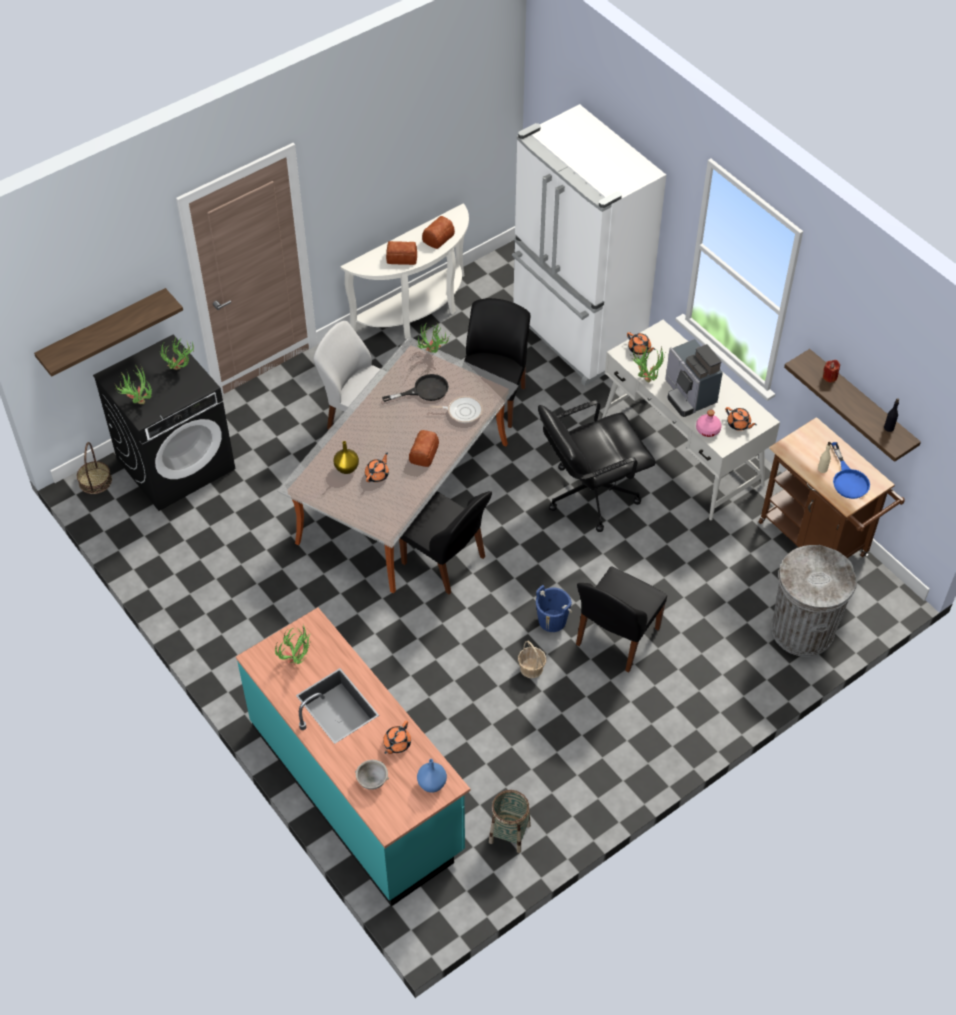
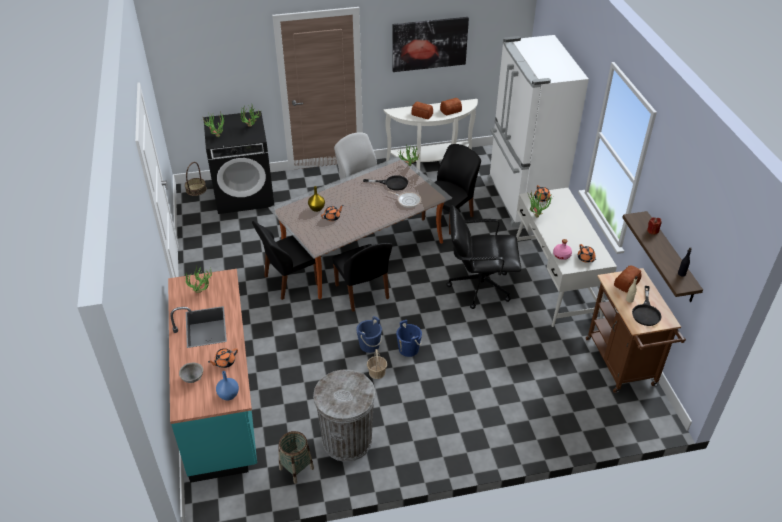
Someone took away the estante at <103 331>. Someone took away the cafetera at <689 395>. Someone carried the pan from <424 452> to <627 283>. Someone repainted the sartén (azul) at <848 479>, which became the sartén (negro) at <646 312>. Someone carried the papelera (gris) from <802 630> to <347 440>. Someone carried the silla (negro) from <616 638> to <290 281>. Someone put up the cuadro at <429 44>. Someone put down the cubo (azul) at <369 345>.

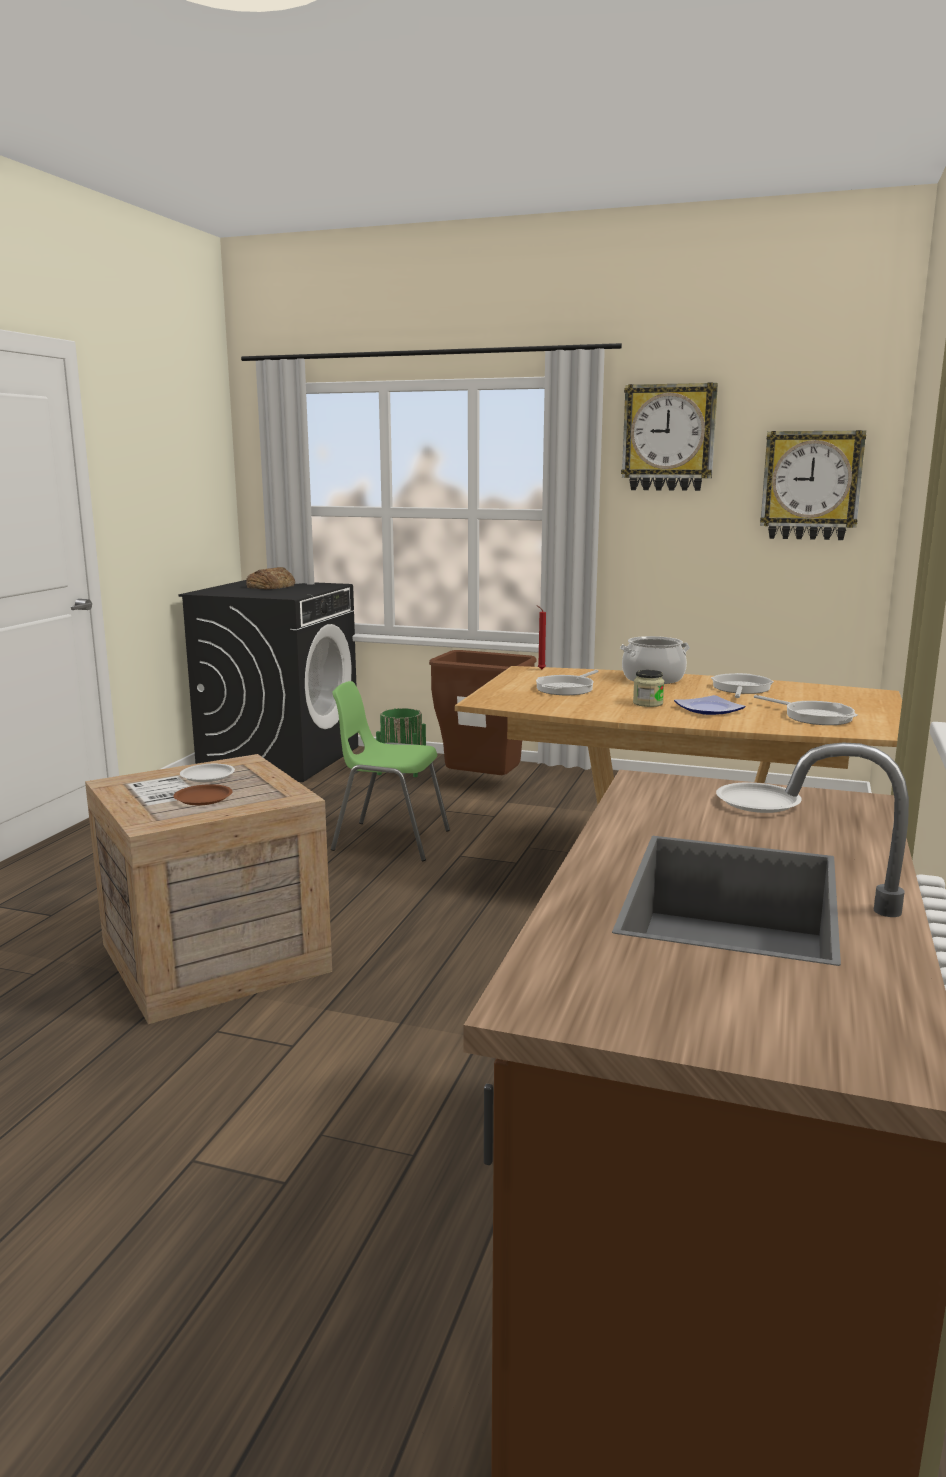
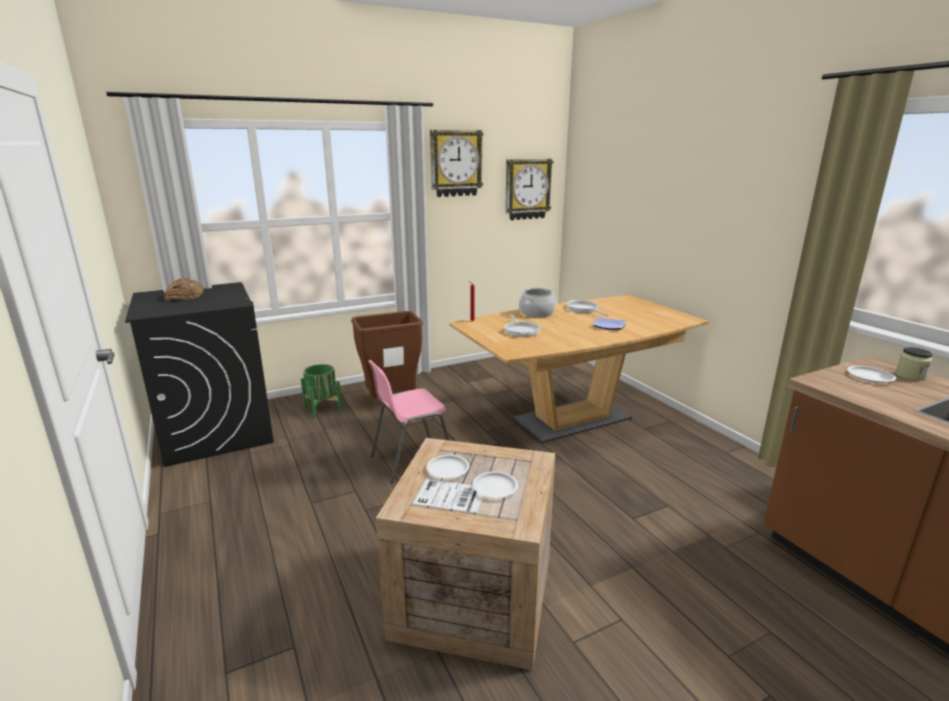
Someone carried the tarro from <648 703> to <910 375>. Someone repainted the silla (verde) at <390 840>, which became the silla (rosa) at <411 460>. Someone took away the sartén at <814 716>. Someone repainted the plato (marrón) at <204 798>, which became the plato (blanco) at <495 487>.

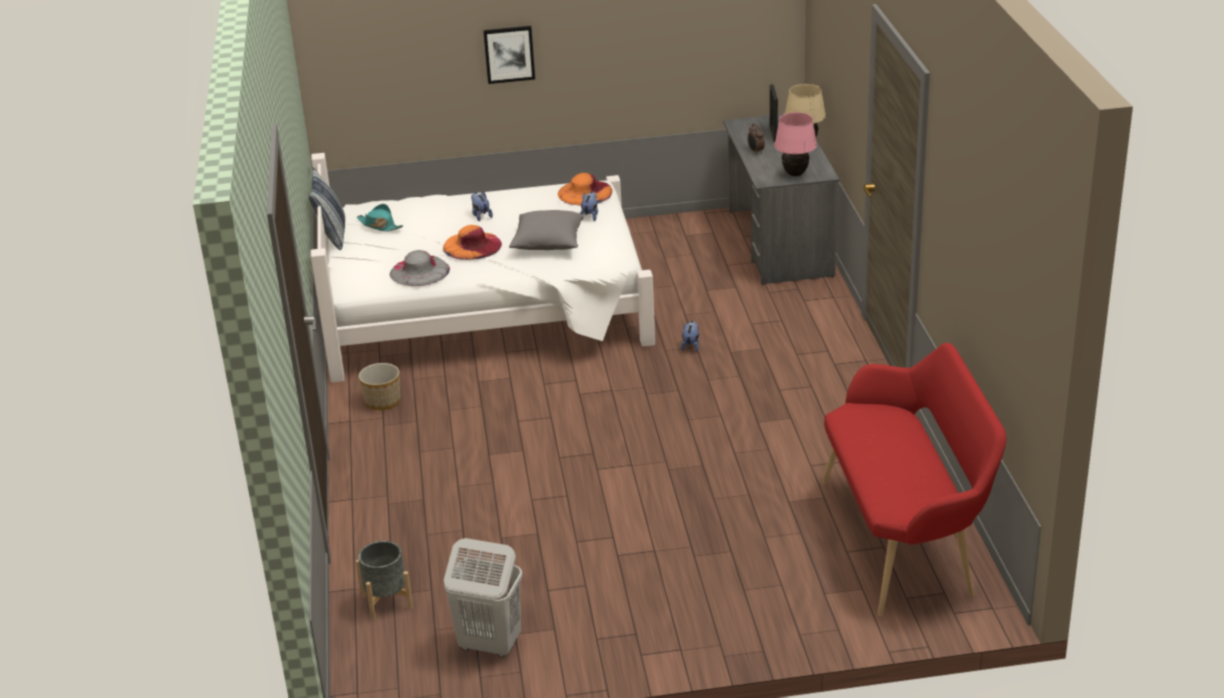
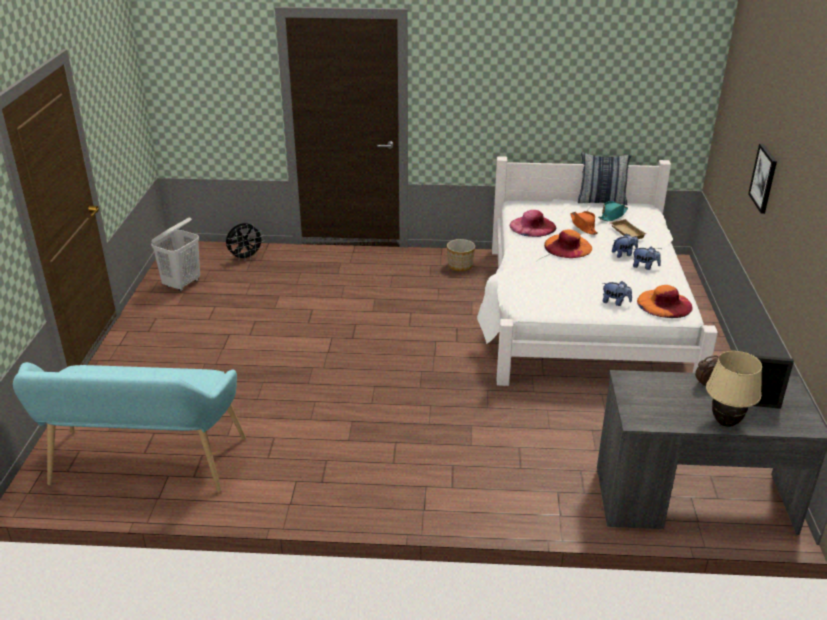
Someone took away the lámpara de mesa (rosa) at <795 174>. Someone took away the cojín (gris) at <548 244>. Someone repainted the sombrero (gris) at <419 271>, which became the sombrero (rosa) at <532 226>. Someone carried the peluche from <691 346> to <644 267>. Someone repainted the banco (rojo) at <905 539>, which became the banco (turquesa) at <143 467>. Someone swapped the maceta (gris) at <387 602> for the ventilador (negro) at <245 258>. Someone put down the sombrero (naranja) at <583 226>. Someone put down the bandeja (beis) at <625 232>.

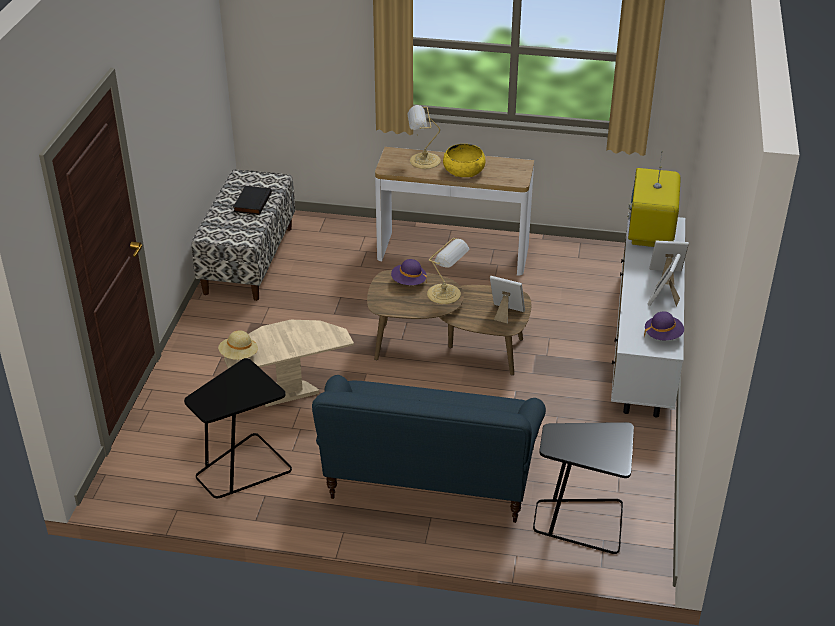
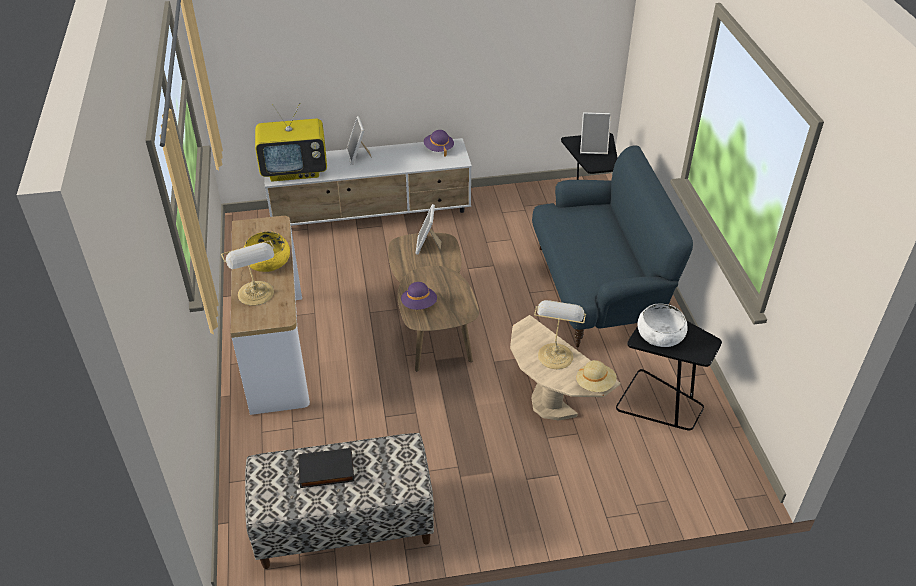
Someone carried the lámpara de mesa from <445 294> to <555 354>. Someone carried the portarretratos from <663 299> to <593 148>. Someone put down the cuenco (blanco) at <660 335>.

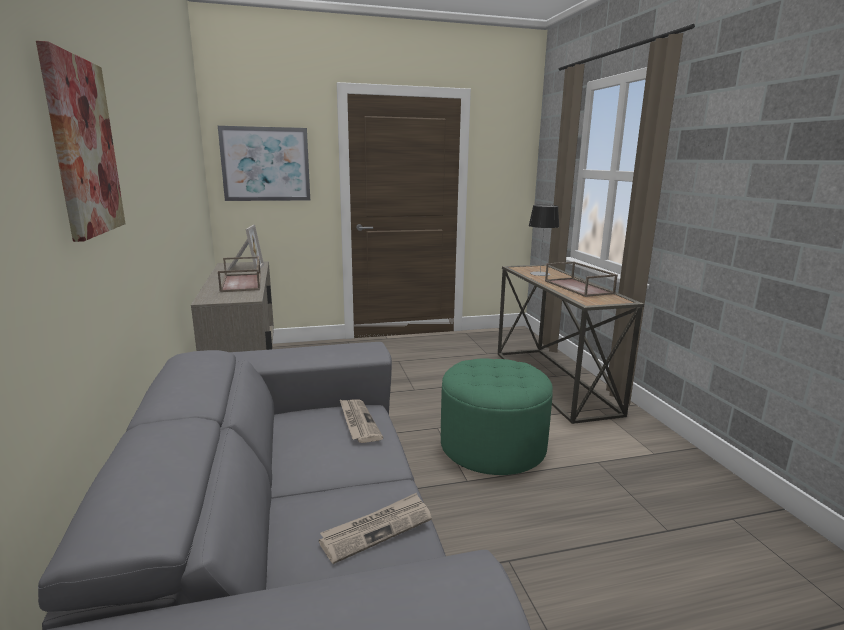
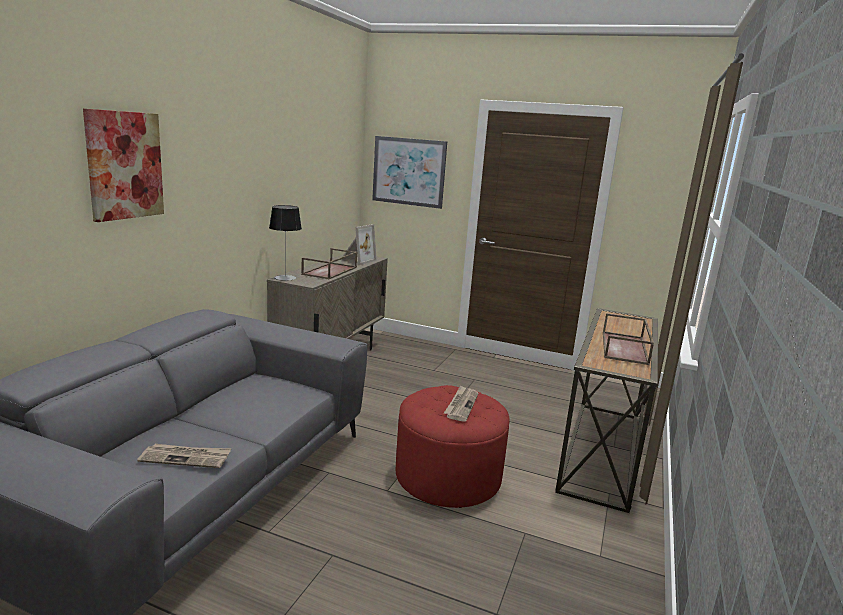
Someone carried the lámpara de mesa from <540 274> to <285 278>. Someone repainted the puf (verde) at <492 446>, which became the puf (rojo) at <448 476>. Someone carried the periódico from <358 422> to <461 405>.

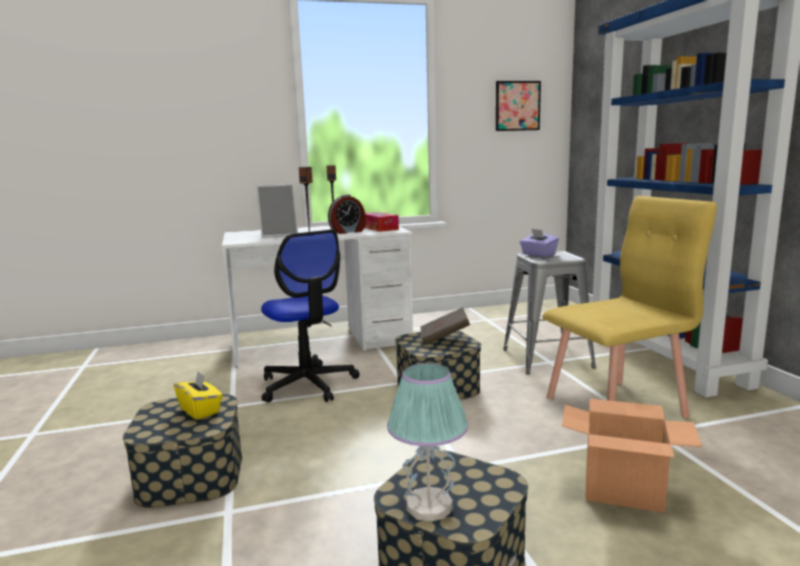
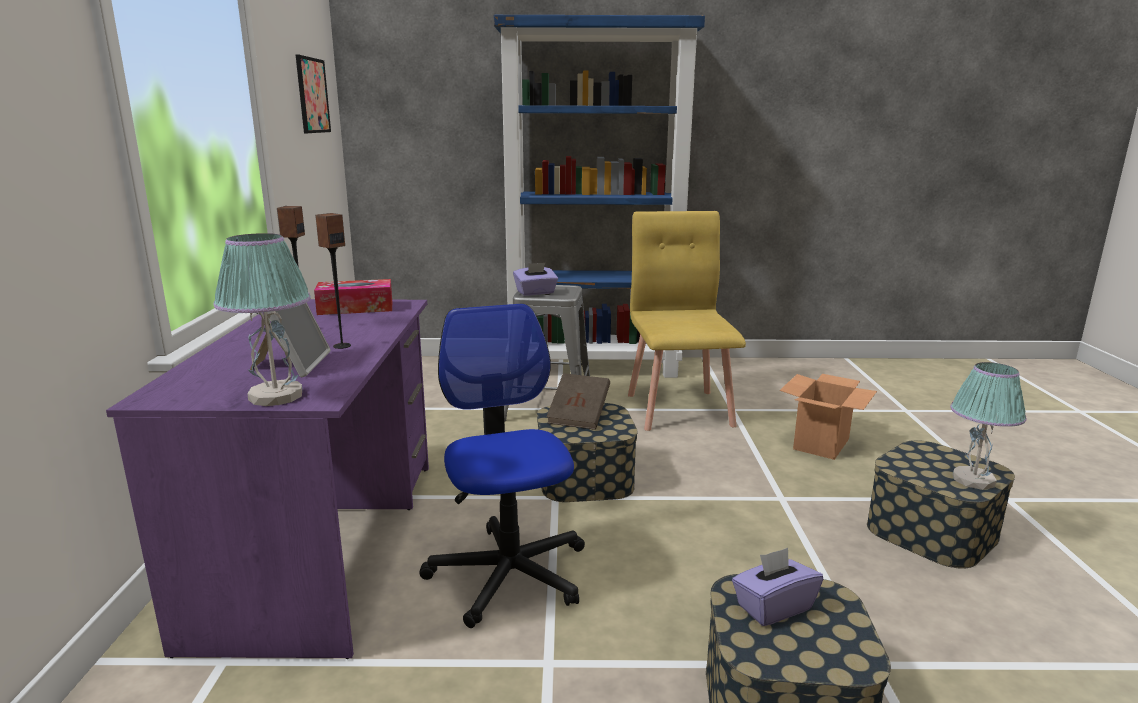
Someone took away the despertador at <348 232>. Someone repainted the escritorio (blanco) at <322 343>, which became the escritorio (morado) at <326 544>. Someone rotated the silla de oficina at <308 384> by 90 degrees counterclockwise. Someone repainted the caja de pañuelos (amarillo) at <200 410>, which became the caja de pañuelos (morado) at <773 607>. Someone put down the lámpara de mesa at <275 396>.

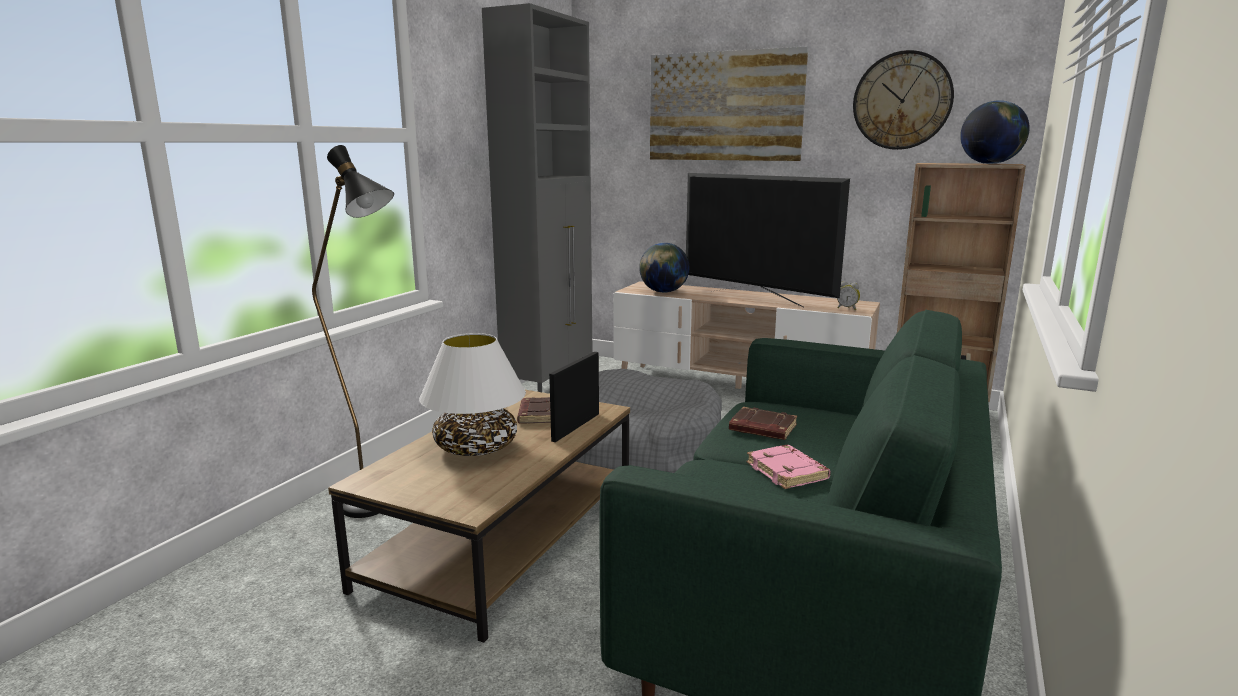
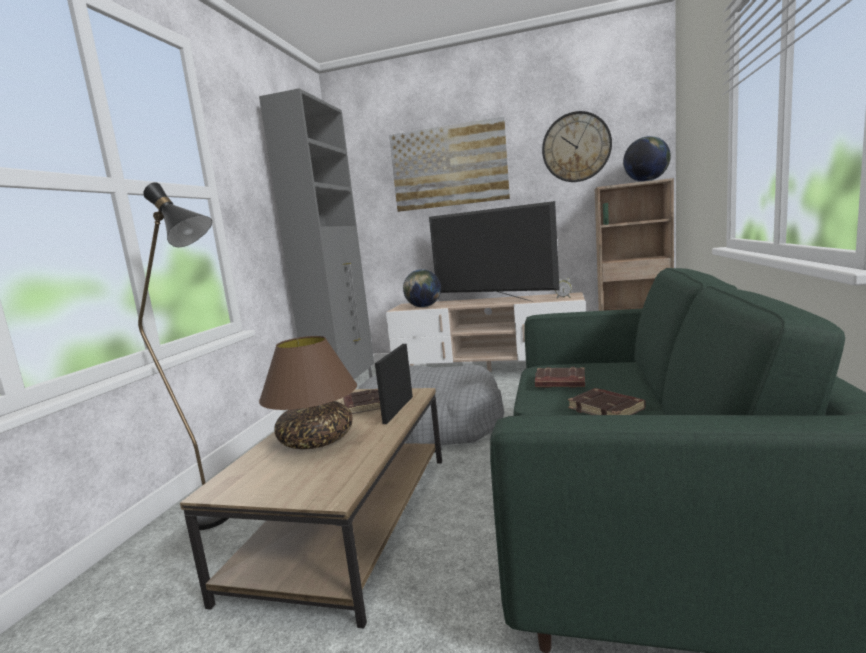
Someone repainted the lámpara de mesa (blanco) at <475 447>, which became the lámpara de mesa (marrón) at <316 440>. Someone repainted the libro (rosa) at <788 472>, which became the libro (marrón) at <607 409>.

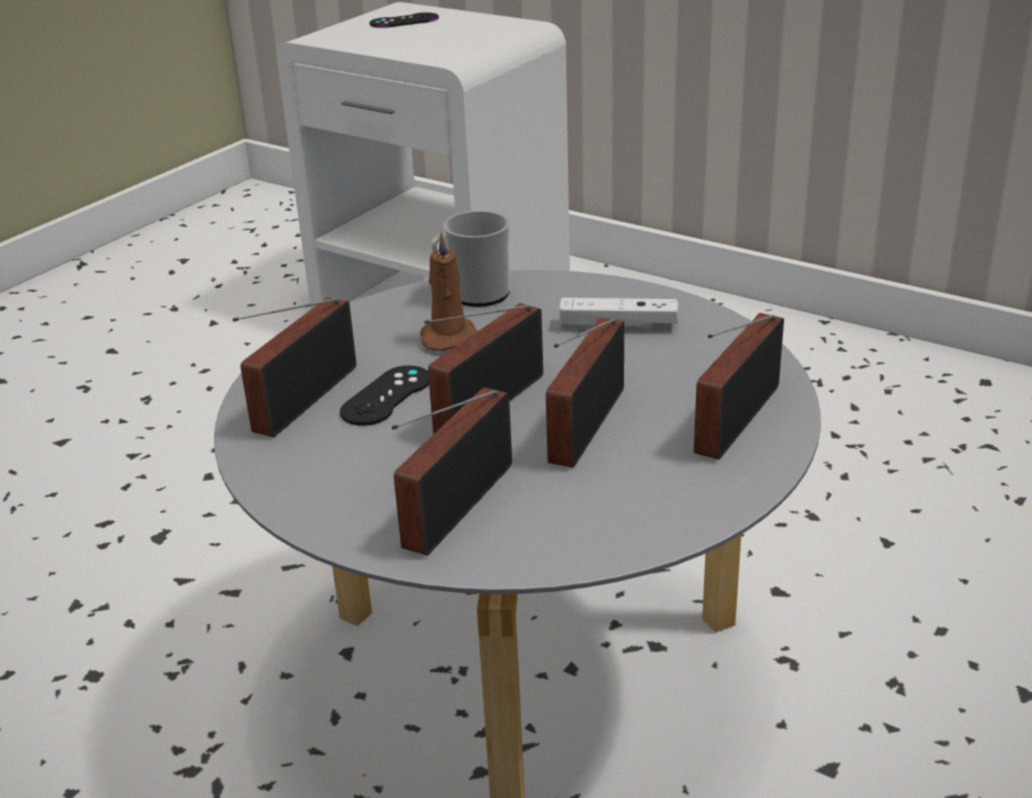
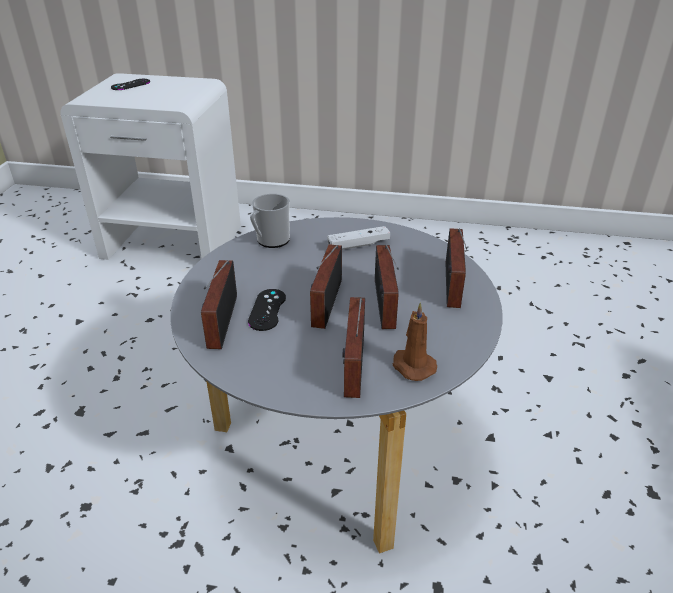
Someone carried the vela (marrón) from <448 337> to <412 365>.

